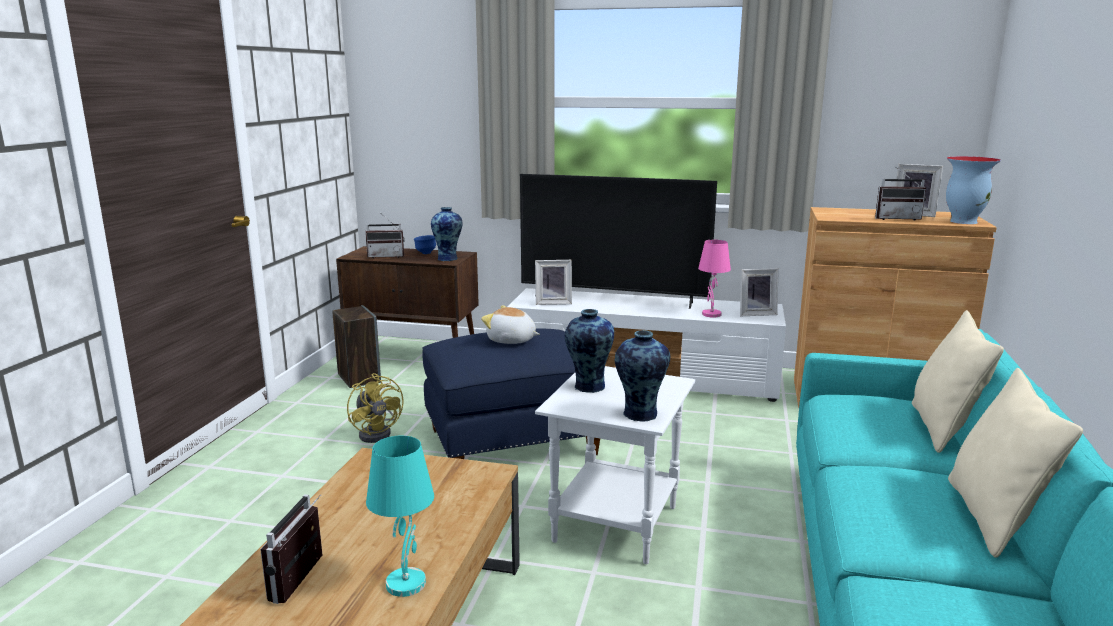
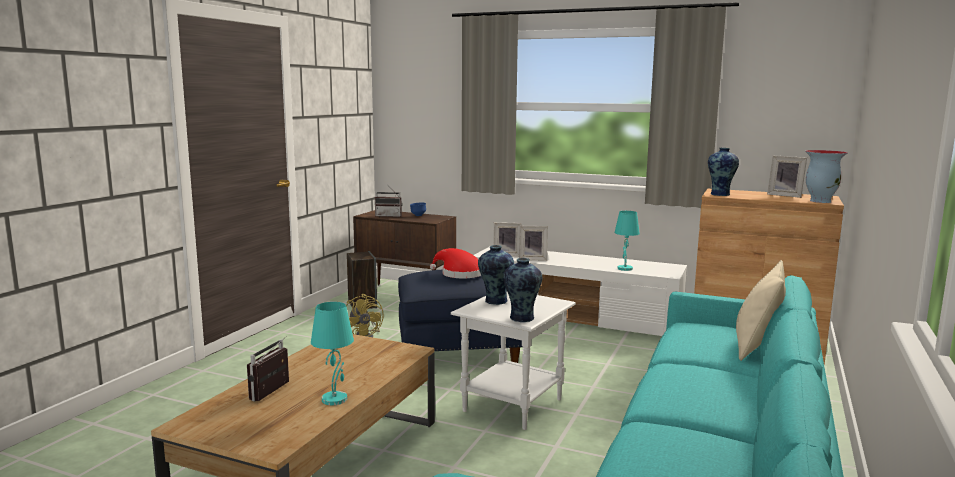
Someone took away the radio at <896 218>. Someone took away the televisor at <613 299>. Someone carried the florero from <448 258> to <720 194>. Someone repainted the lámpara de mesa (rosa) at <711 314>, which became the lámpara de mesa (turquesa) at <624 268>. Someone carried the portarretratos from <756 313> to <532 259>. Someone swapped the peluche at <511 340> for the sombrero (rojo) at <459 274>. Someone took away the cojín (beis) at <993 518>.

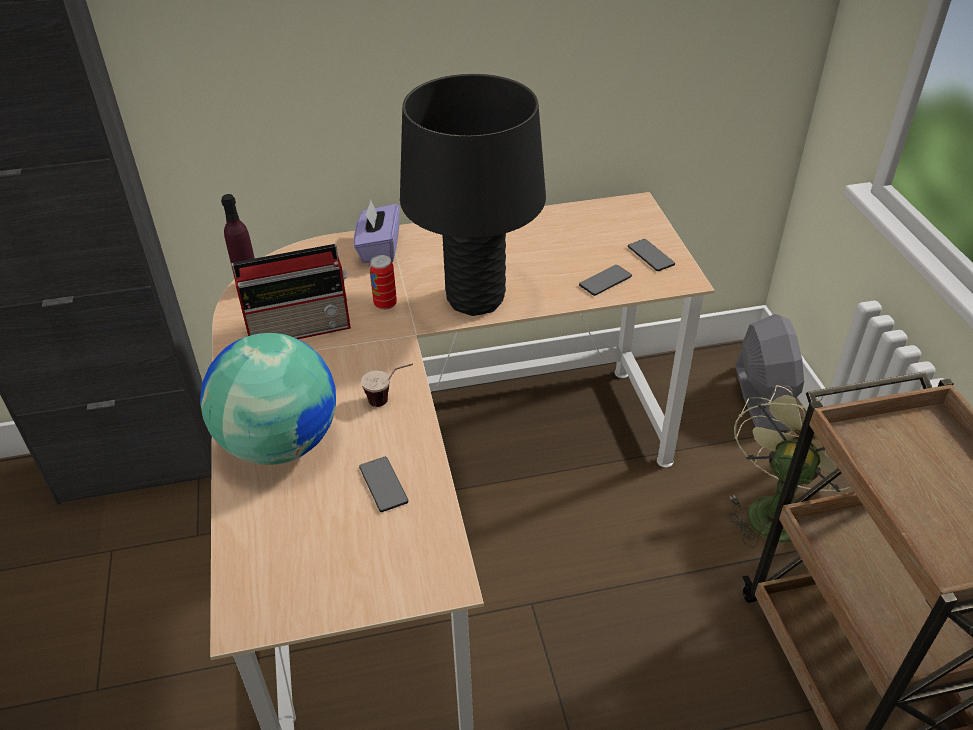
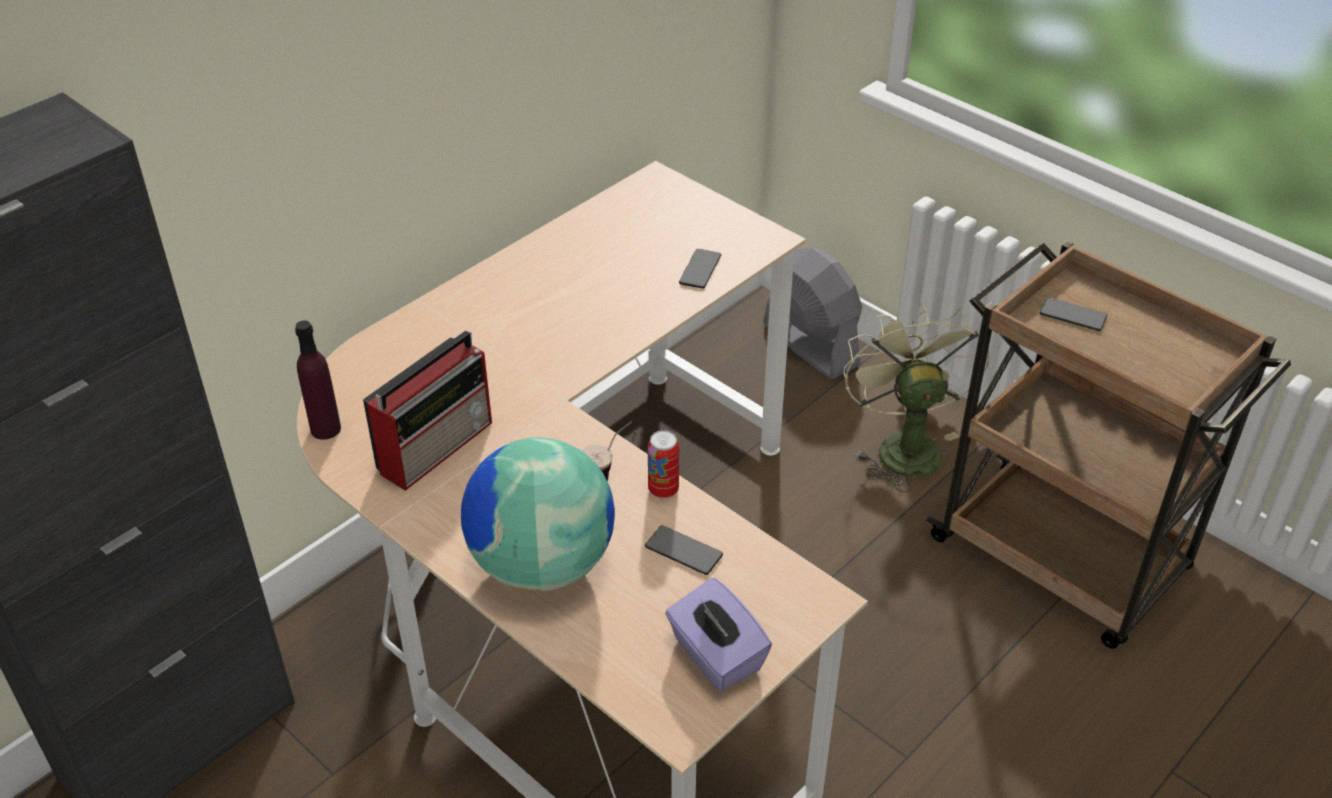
Someone took away the lámpara de mesa (negro) at <475 299>. Someone carried the caja de pañuelos (morado) from <379 249> to <716 656>. Someone carried the móvil from <651 256> to <1073 315>. Someone carried the lata from <385 304> to <663 490>.

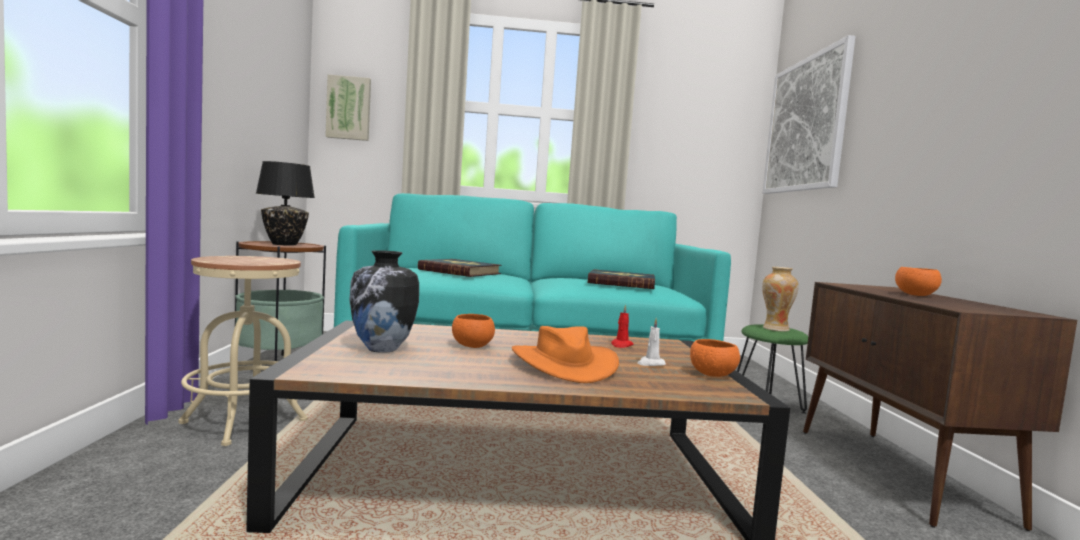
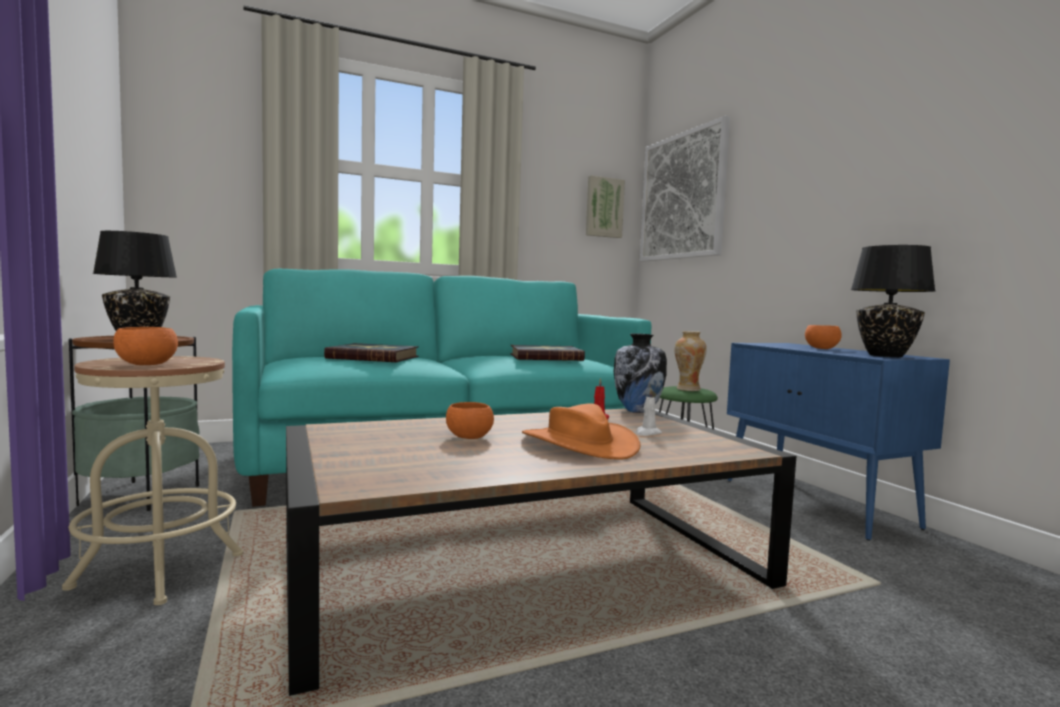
Someone carried the cuadro from <349 108> to <603 207>. Someone carried the florero from <382 349> to <638 411>. Someone repainted the armario (marrón) at <899 474>, which became the armario (azul) at <817 503>. Someone carried the cuenco (naranja) from <712 375> to <147 364>. Someone put down the lámpara de mesa (negro) at <886 356>.

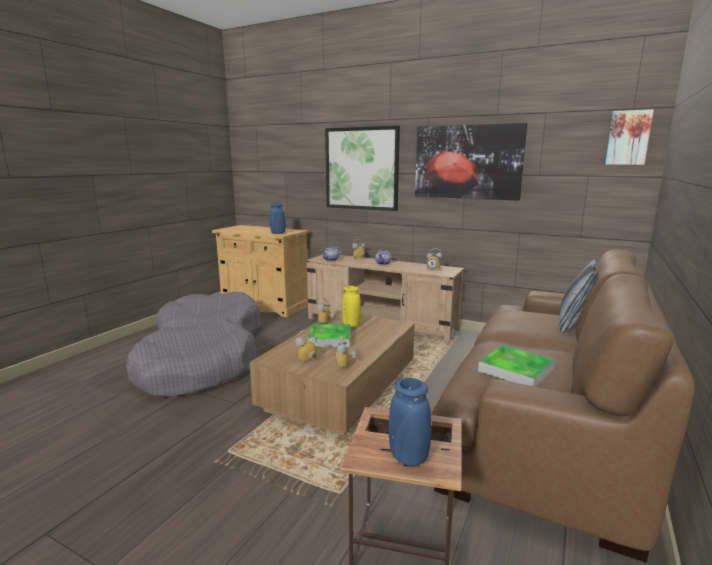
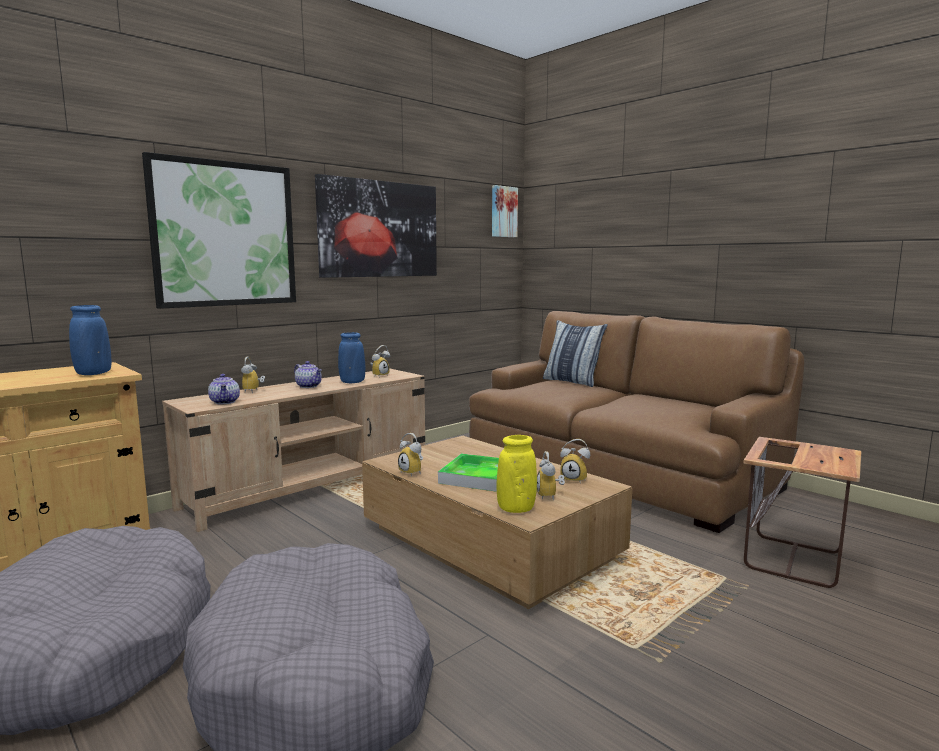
Someone carried the florero (amarillo) from <351 325> to <516 509>. Someone took away the bandeja at <516 370>. Someone carried the florero (azul) from <408 457> to <352 382>.

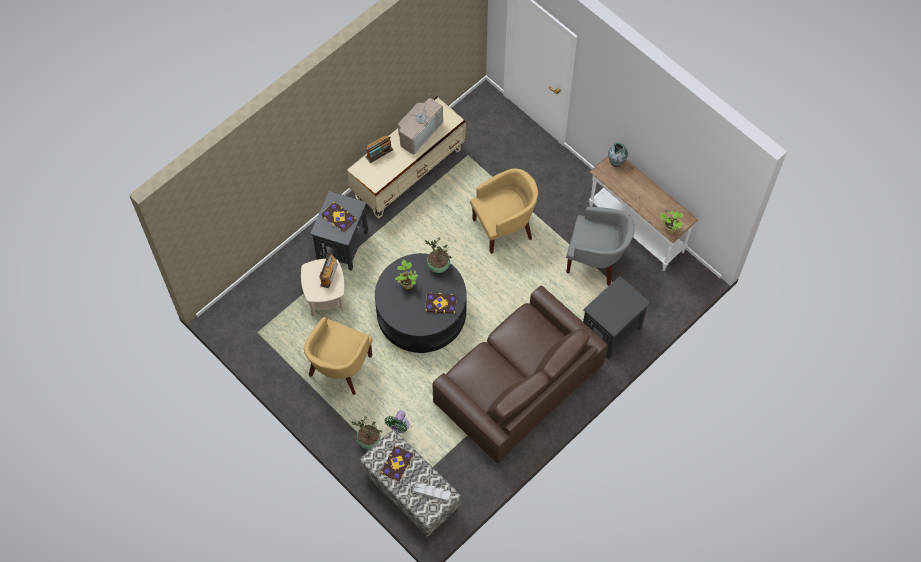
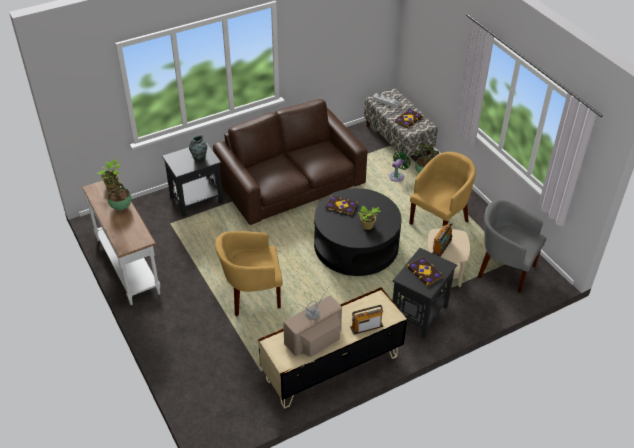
Someone carried the florero from <616 161> to <199 158>. Someone carried the sillón (gris) from <596 260> to <504 269>. Someone carried the planta en maceta from <438 266> to <121 207>.

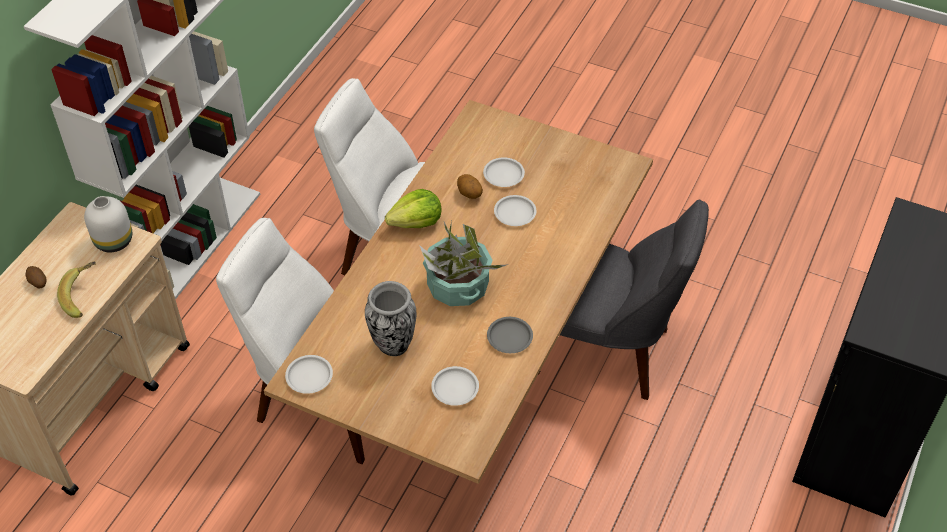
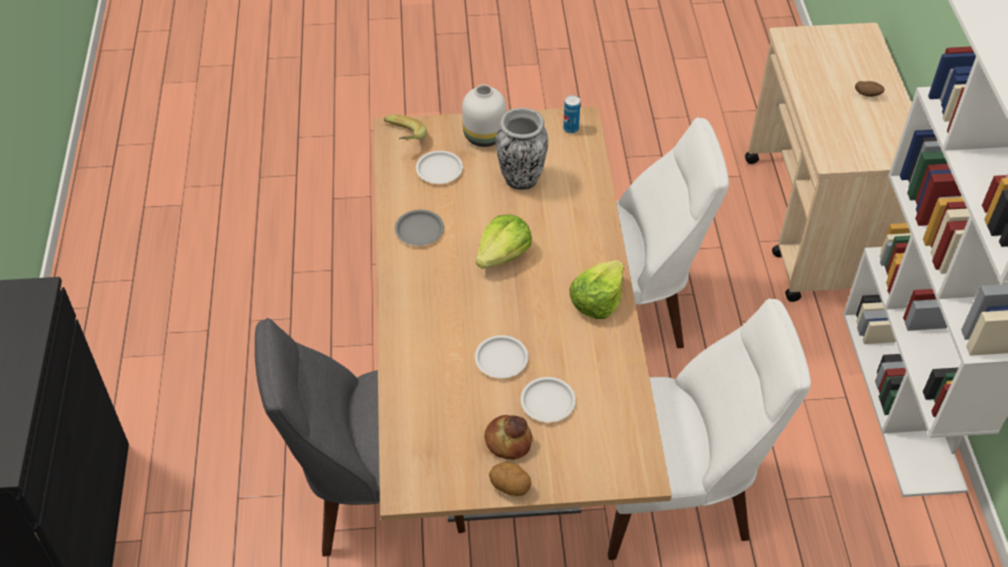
Someone carried the patata from <469 194> to <510 487>. Someone carried the florero (blanco) from <112 241> to <485 135>. Someone swapped the planta en maceta at <457 286> for the lechuga at <503 255>. Someone carried the plátano from <84 297> to <402 139>. Someone swapped the plato (blanco) at <309 376> for the lata at <570 129>. Someone put down the pan at <507 441>.

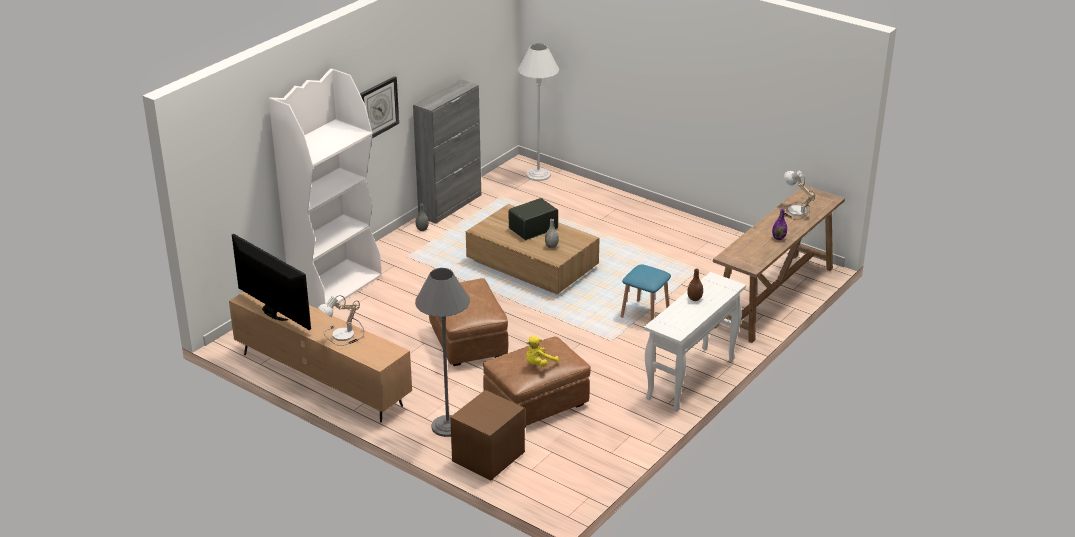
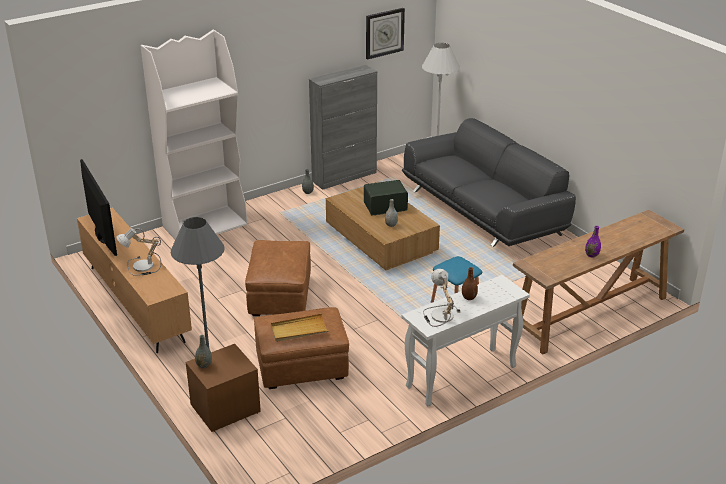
Someone carried the reloj de pared from <378 108> to <384 33>. Someone carried the lámpara de mesa from <795 211> to <439 315>. Someone swapped the peluche (amarillo) at <539 364> for the bandeja (beis) at <299 330>. Someone put down the sofá (gris) at <484 212>. Someone put down the florero (gris) at <204 365>.

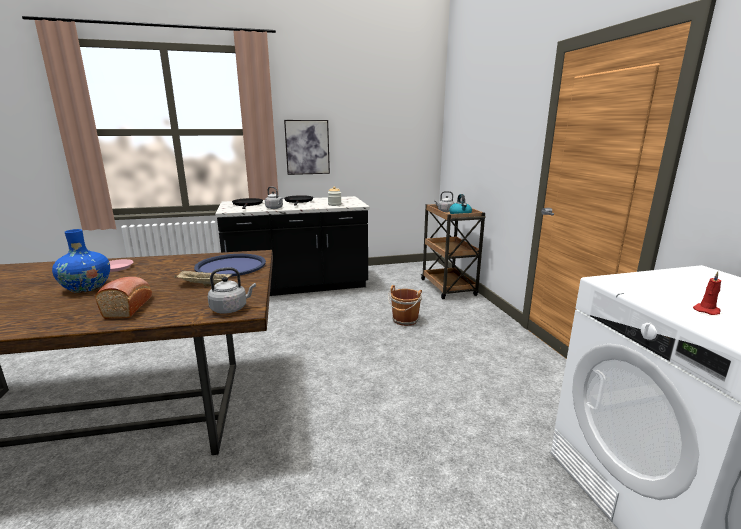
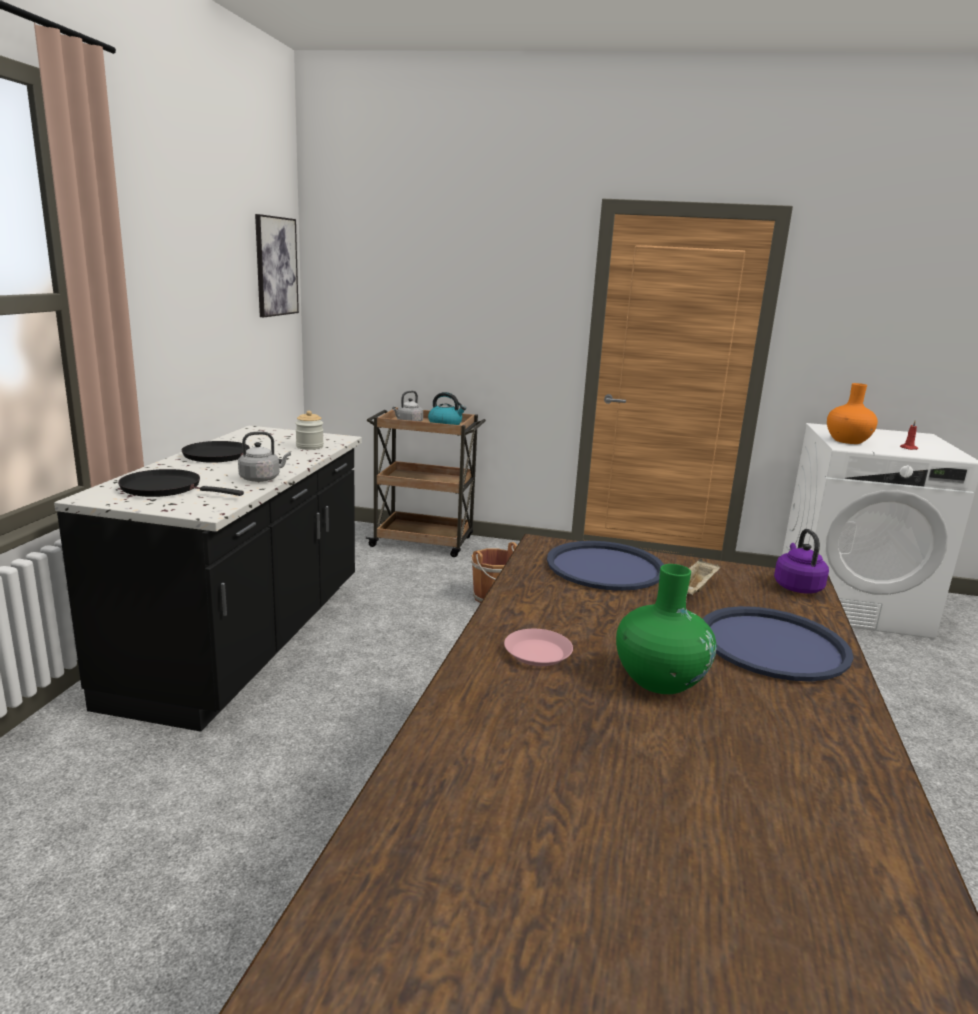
Someone carried the cuadro from <307 147> to <276 266>. Someone repainted the florero (azul) at <86 287>, which became the florero (verde) at <659 680>. Someone repainted the hervidor (gris) at <231 309>, which became the hervidor (morado) at <797 586>. Someone swapped the pan at <129 306> for the bandeja (azul) at <772 644>. Someone put down the florero (naranja) at <847 441>.

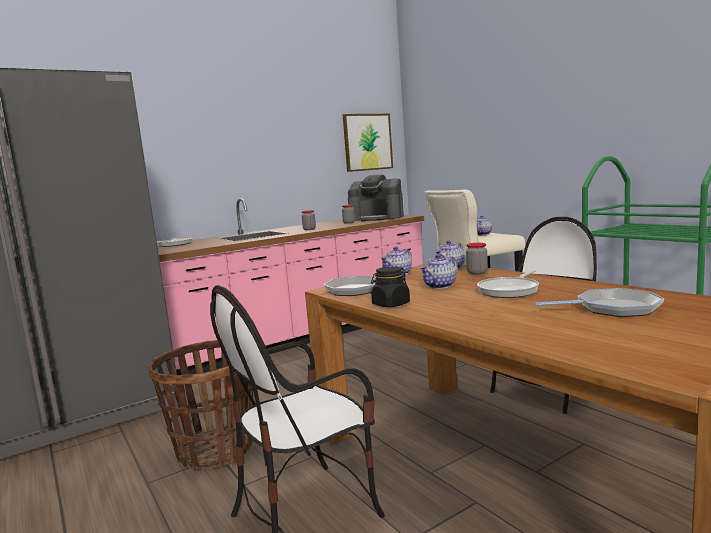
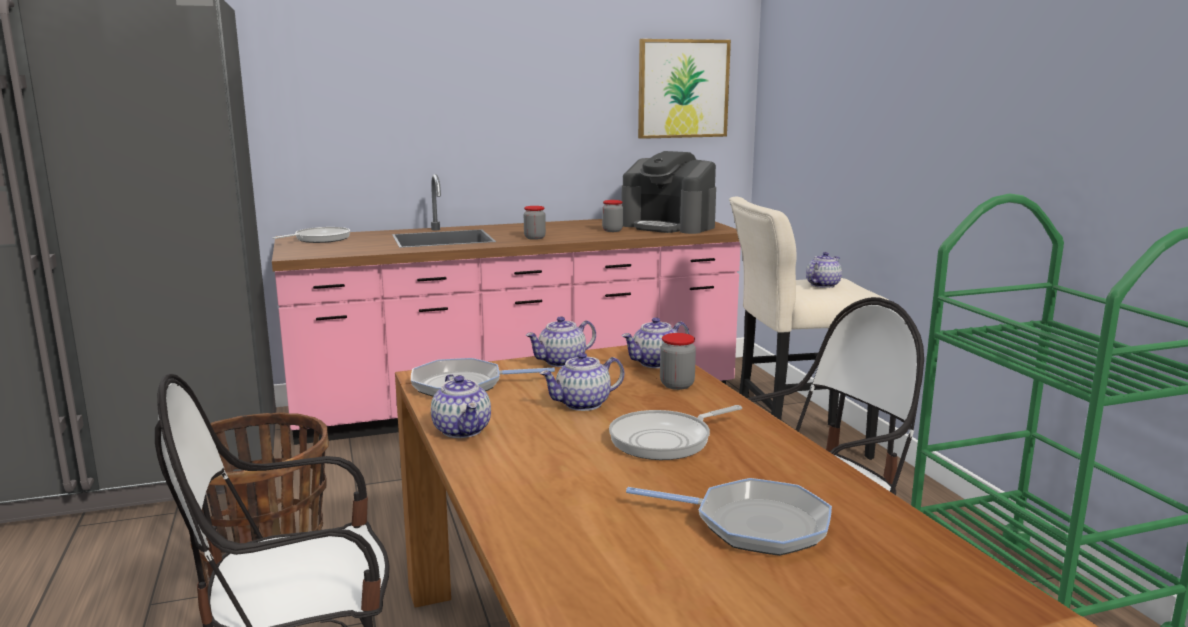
Someone swapped the tarro (negro) at <390 304> for the tetera at <463 430>.

